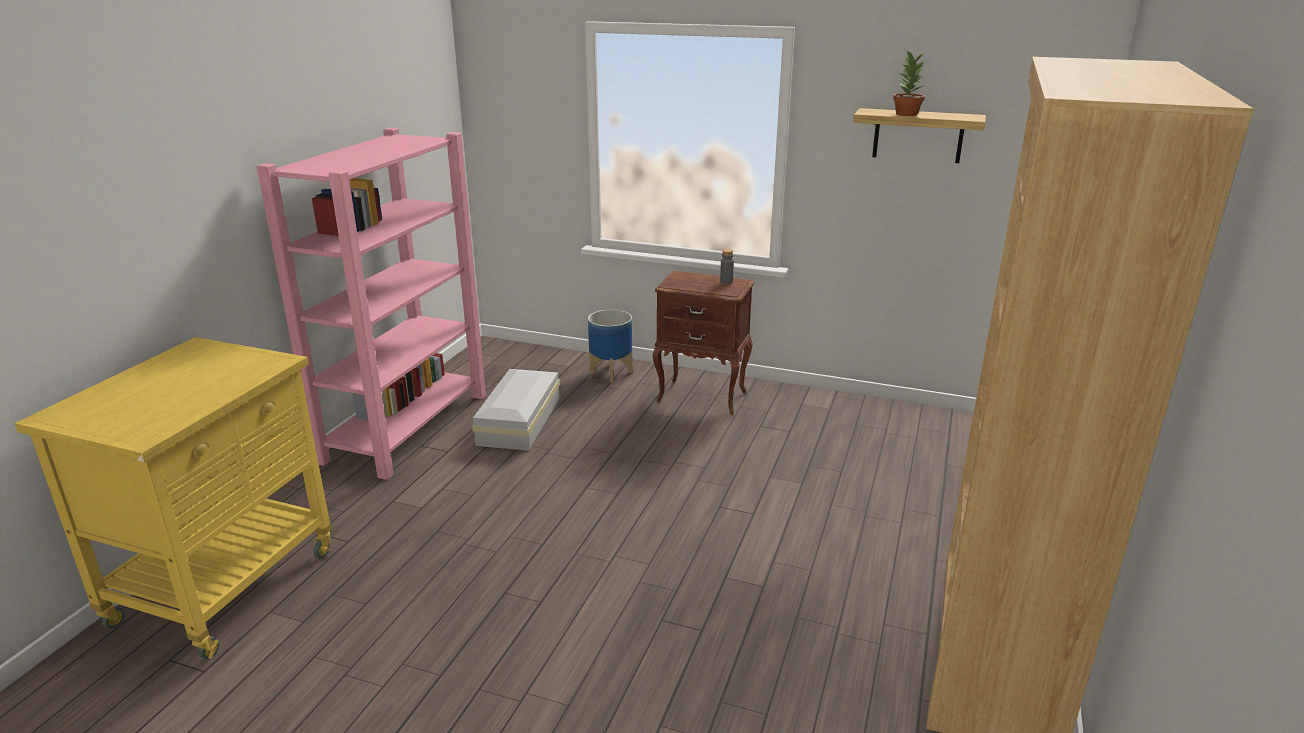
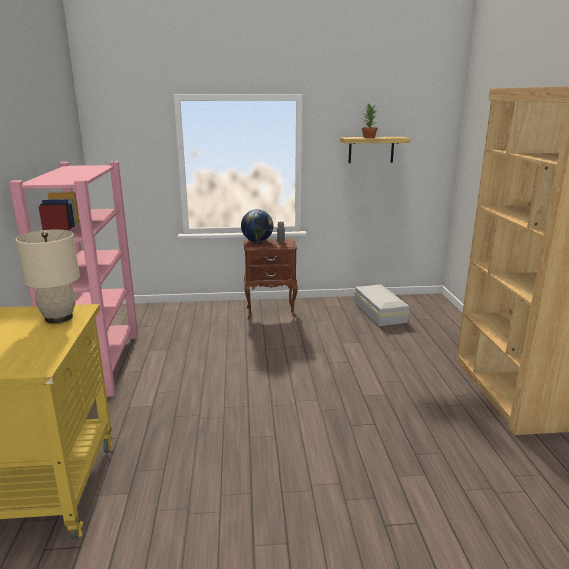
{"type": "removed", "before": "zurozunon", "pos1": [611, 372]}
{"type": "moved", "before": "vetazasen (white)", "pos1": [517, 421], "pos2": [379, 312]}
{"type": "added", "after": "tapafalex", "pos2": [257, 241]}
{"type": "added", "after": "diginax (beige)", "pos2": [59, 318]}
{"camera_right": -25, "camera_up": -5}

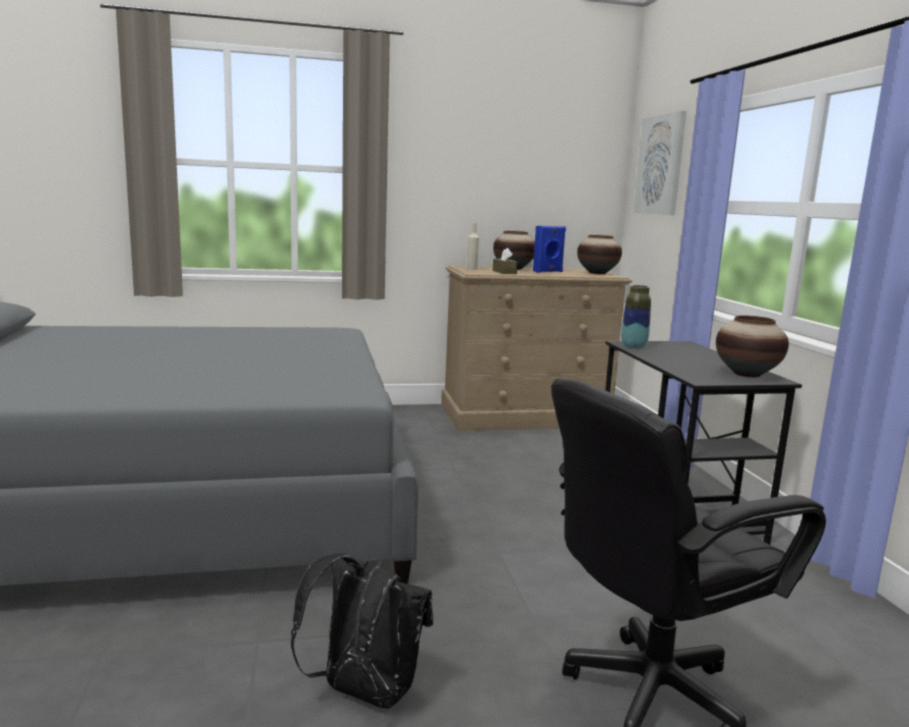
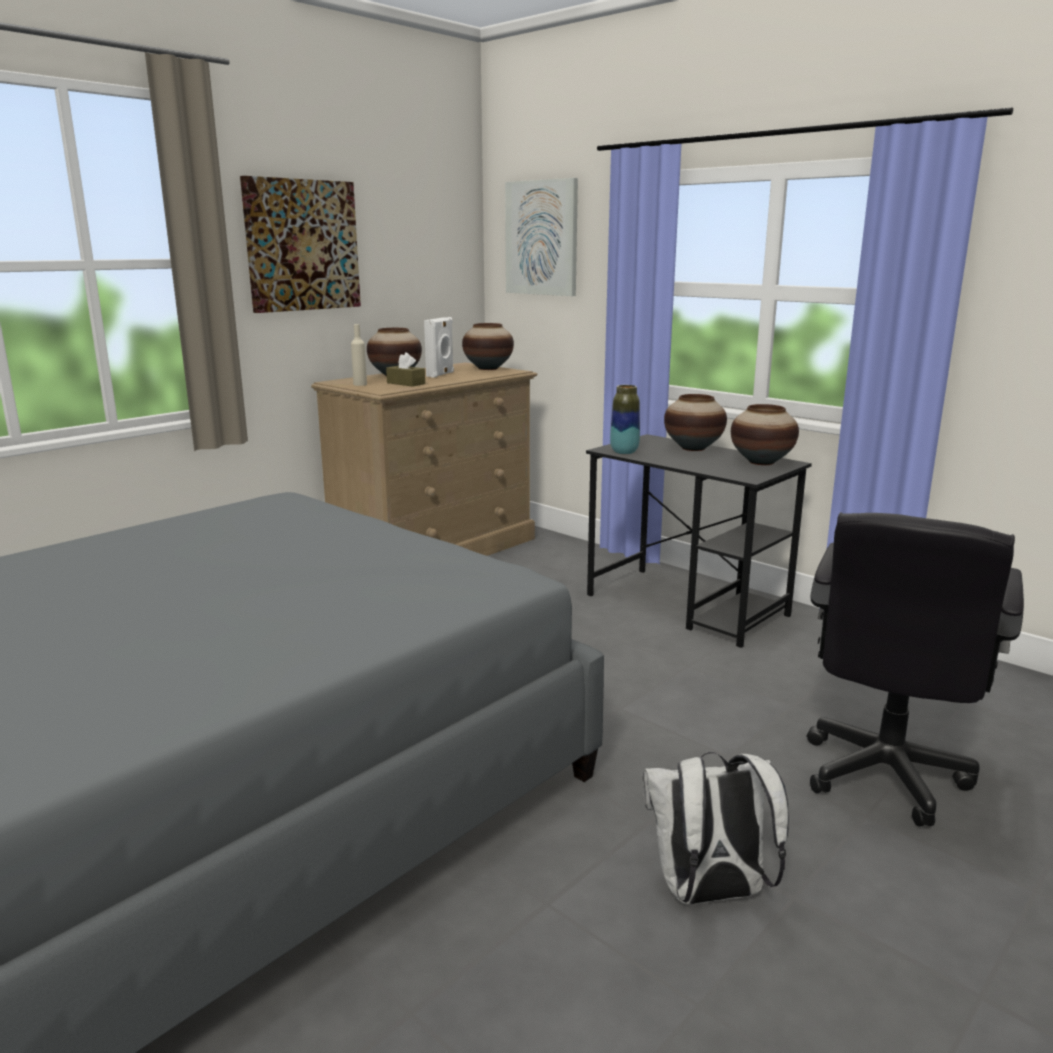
{"type": "recoloured", "before": "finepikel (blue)", "after": "finepikel (white)", "pos1": [548, 271], "pos2": [441, 374]}
{"type": "recoloured", "before": "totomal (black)", "after": "totomal (white)", "pos1": [363, 693], "pos2": [708, 894]}
{"type": "added", "after": "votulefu", "pos2": [302, 245]}
{"type": "added", "after": "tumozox", "pos2": [693, 448]}
{"camera_right": -35, "camera_up": 5}

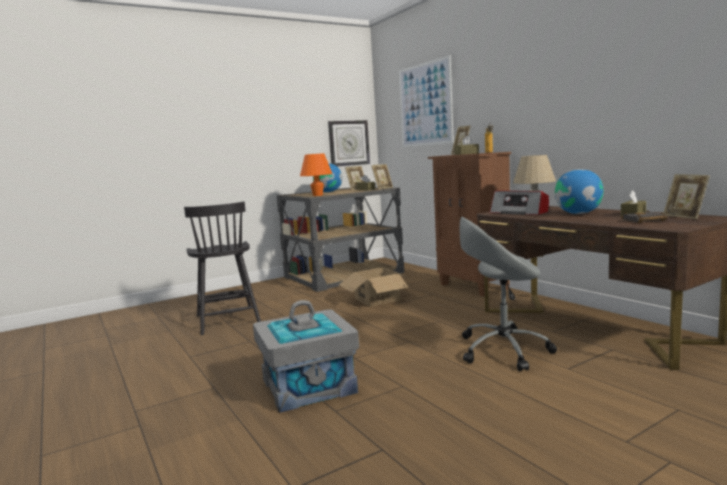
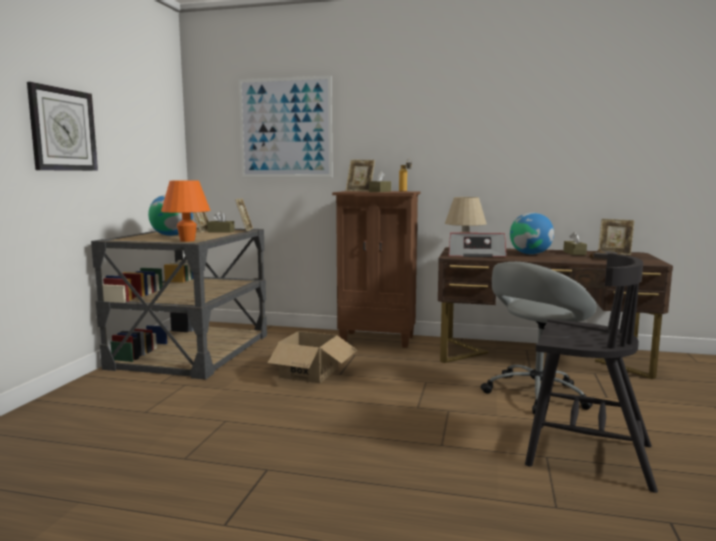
{"type": "moved", "before": "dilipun", "pos1": [349, 143], "pos2": [63, 129]}
{"type": "moved", "before": "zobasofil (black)", "pos1": [227, 319], "pos2": [586, 454]}
{"type": "removed", "before": "vetazasen (grey)", "pos1": [308, 385]}
{"camera_right": -45, "camera_up": 0}

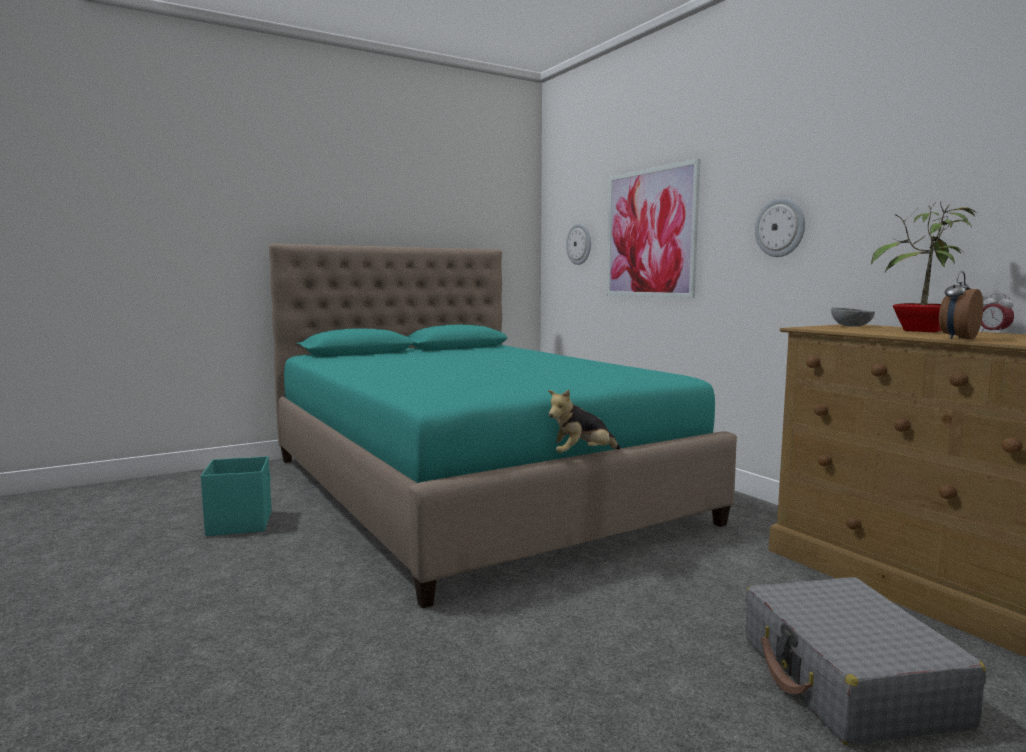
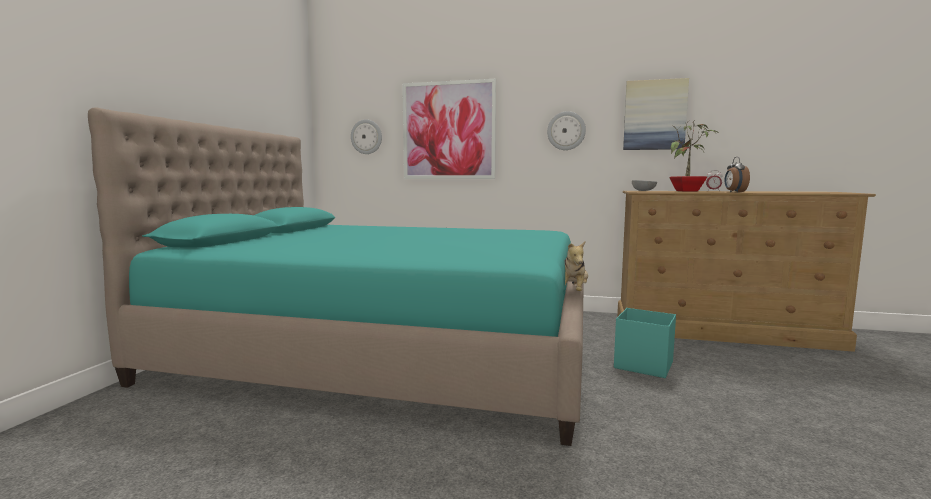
{"type": "moved", "before": "vetazasen (turquoise)", "pos1": [240, 523], "pos2": [642, 365]}
{"type": "removed", "before": "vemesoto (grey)", "pos1": [848, 681]}
{"type": "added", "after": "votulefu", "pos2": [654, 115]}
{"camera_right": -45, "camera_up": 0}

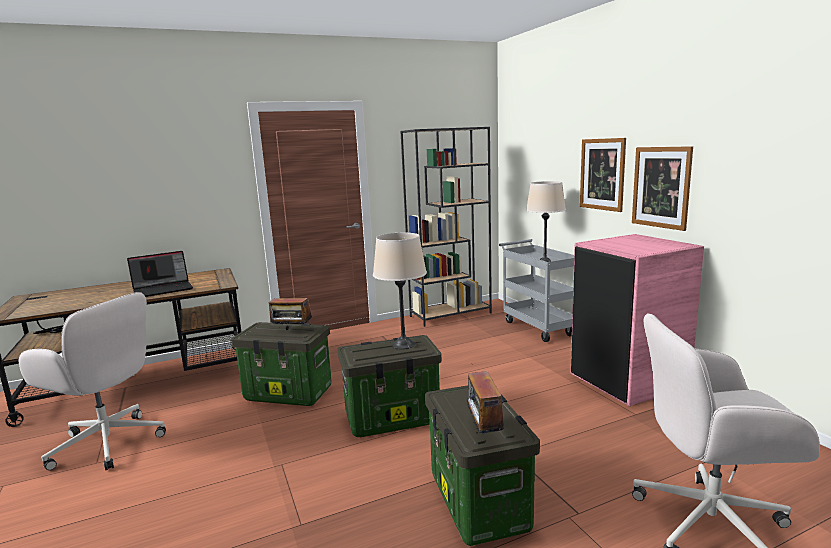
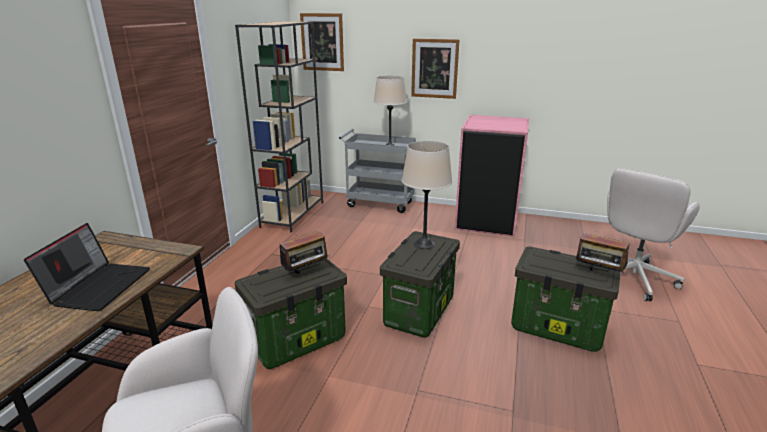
{"type": "moved", "before": "votulefu", "pos1": [661, 187], "pos2": [322, 42]}
{"camera_right": -50, "camera_up": 10}

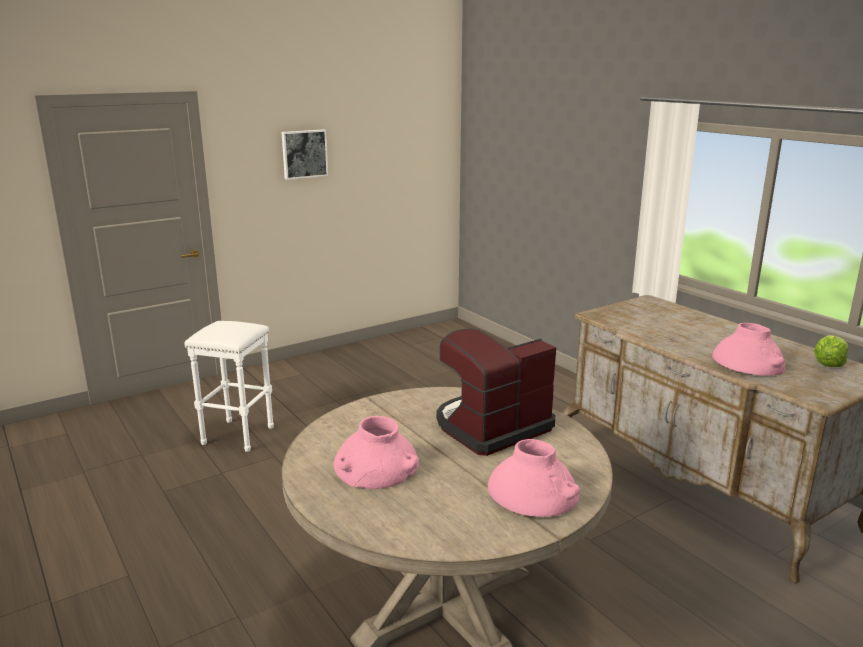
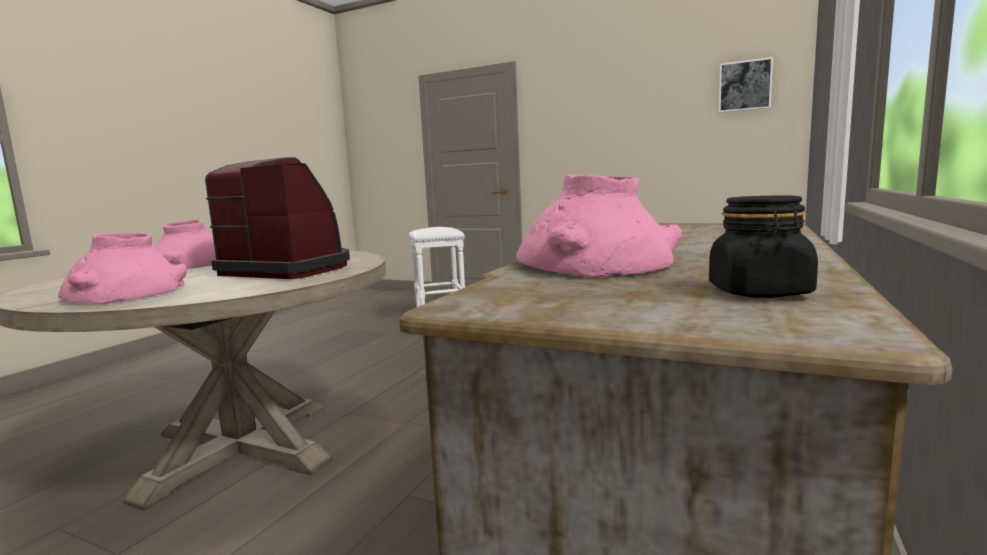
{"type": "moved", "before": "votulefu", "pos1": [304, 154], "pos2": [745, 86]}
{"type": "replaced", "before": "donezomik", "after": "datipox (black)", "pos1": [828, 364], "pos2": [759, 292]}
{"camera_right": 60, "camera_up": -10}

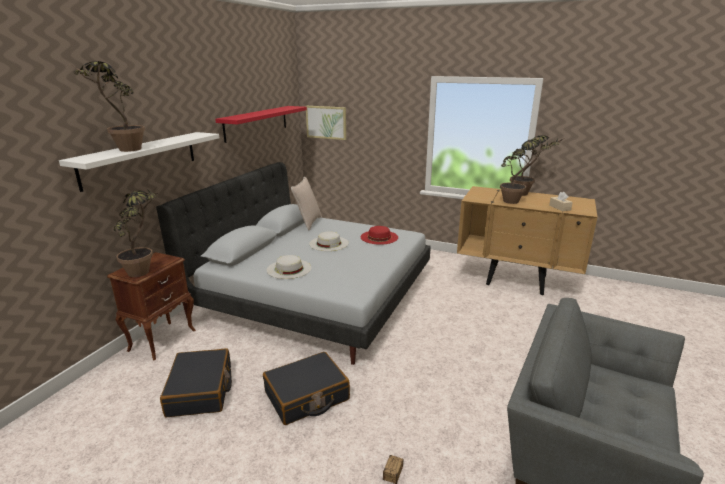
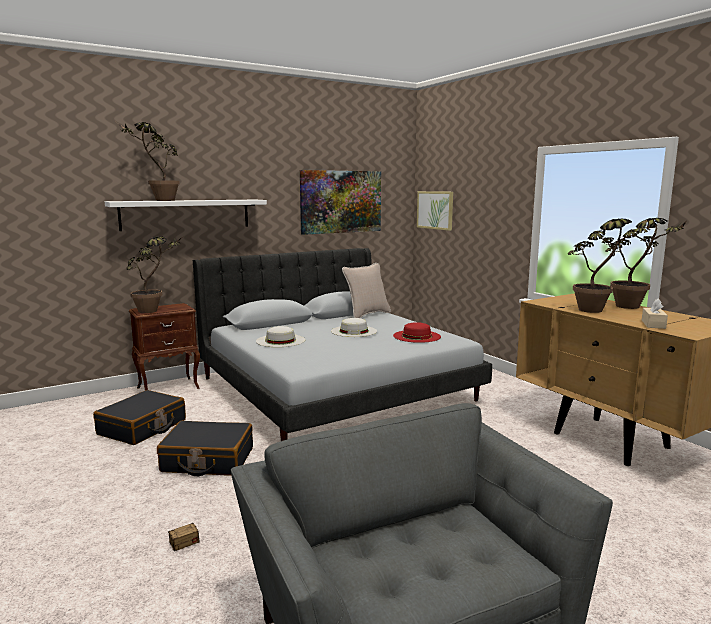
{"type": "replaced", "before": "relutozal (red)", "after": "votulefu", "pos1": [256, 123], "pos2": [341, 202]}
{"camera_right": 35, "camera_up": -10}

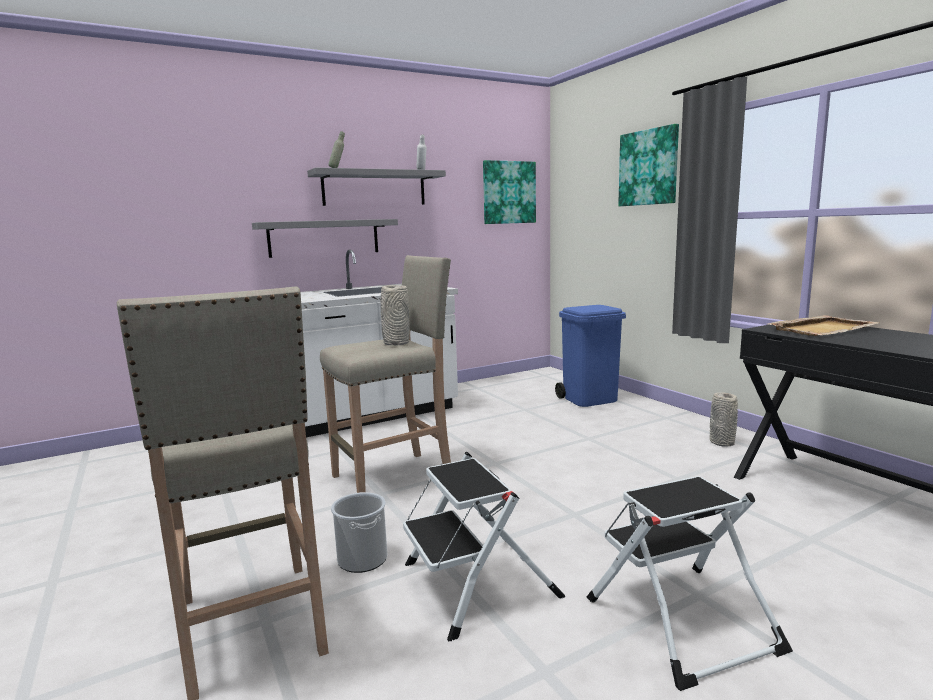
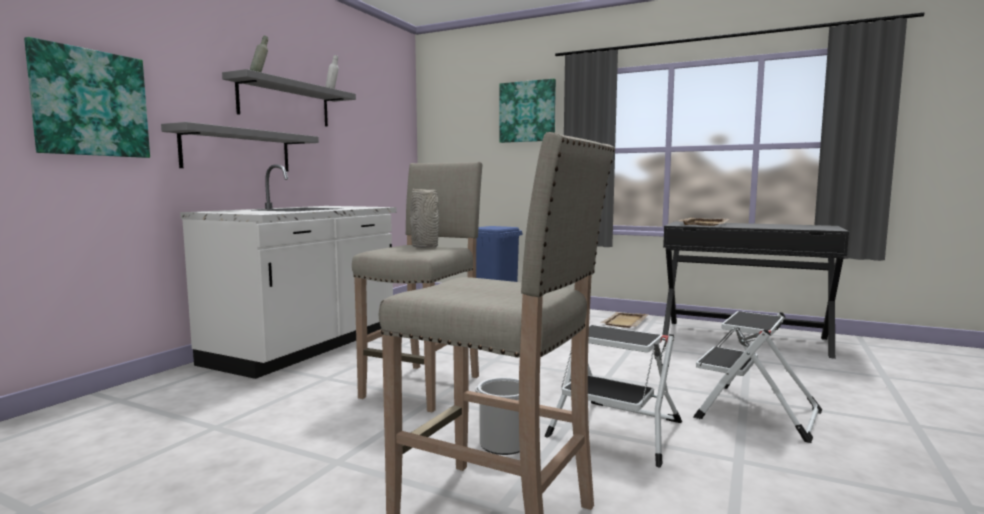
{"type": "moved", "before": "votulefu", "pos1": [508, 192], "pos2": [90, 103]}
{"type": "replaced", "before": "tumozox (grey)", "after": "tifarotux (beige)", "pos1": [722, 443], "pos2": [624, 322]}
{"camera_right": -35, "camera_up": -5}

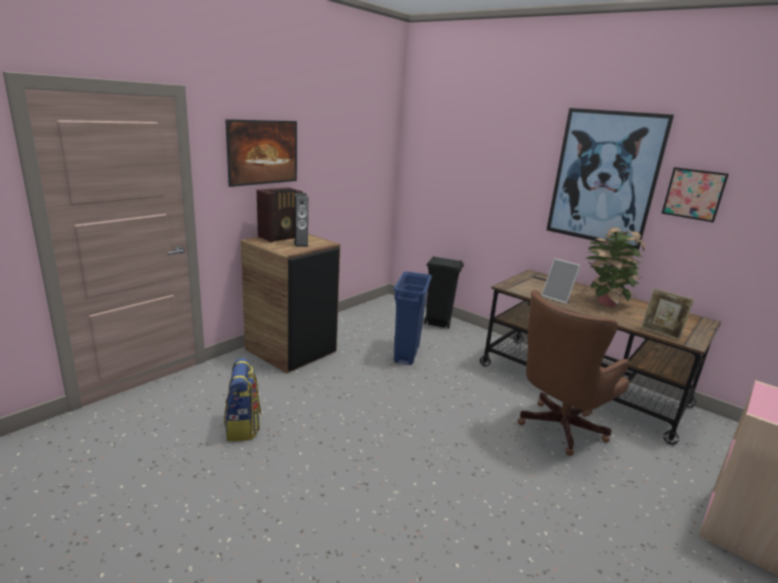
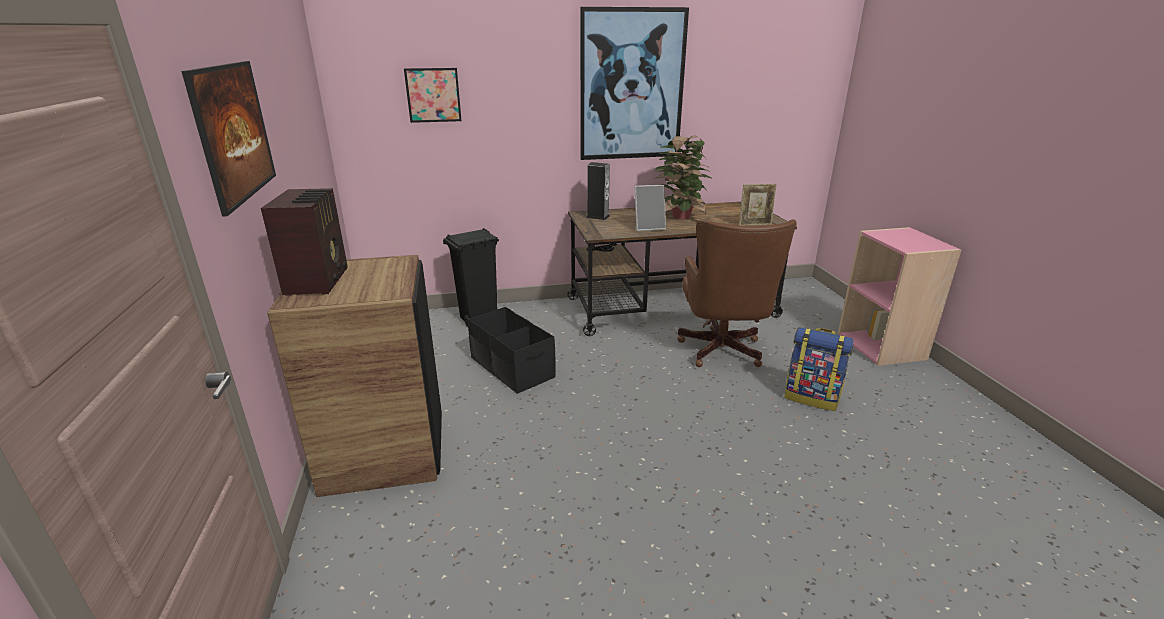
{"type": "moved", "before": "votulefu", "pos1": [693, 194], "pos2": [433, 95]}
{"type": "moved", "before": "finepikel", "pos1": [301, 244], "pos2": [598, 216]}
{"type": "replaced", "before": "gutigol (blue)", "after": "vetazasen (black)", "pos1": [407, 354], "pos2": [511, 368]}
{"type": "moved", "before": "totomal", "pos1": [243, 427], "pos2": [812, 397]}
{"camera_right": -50, "camera_up": 5}

